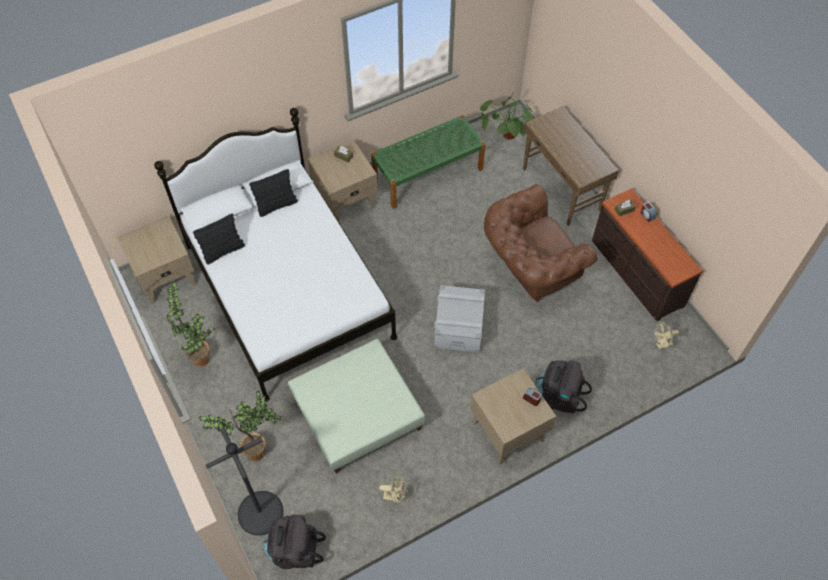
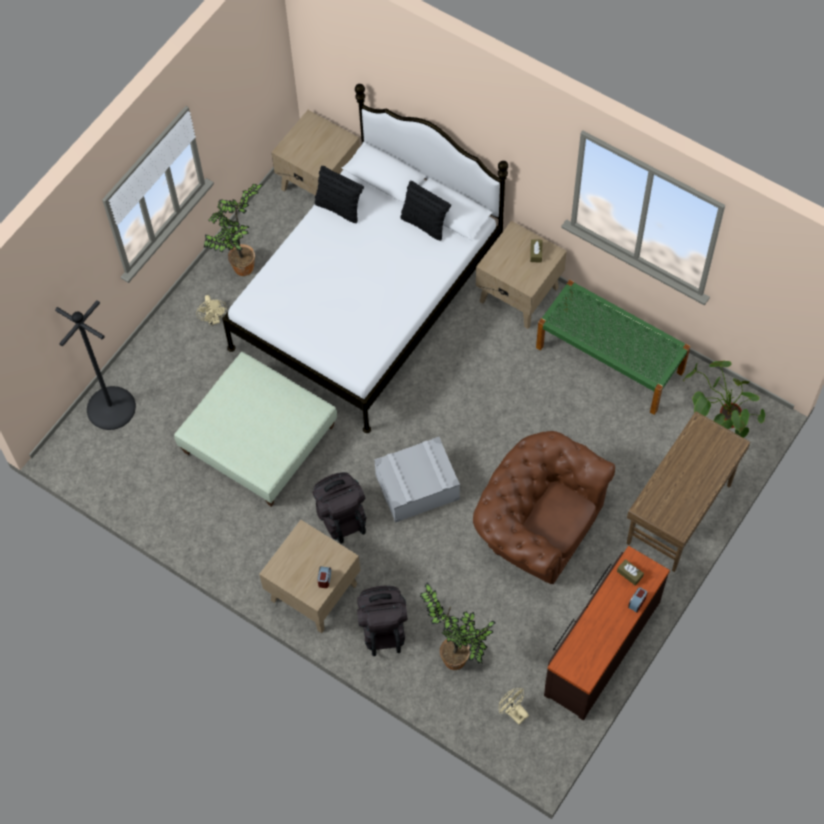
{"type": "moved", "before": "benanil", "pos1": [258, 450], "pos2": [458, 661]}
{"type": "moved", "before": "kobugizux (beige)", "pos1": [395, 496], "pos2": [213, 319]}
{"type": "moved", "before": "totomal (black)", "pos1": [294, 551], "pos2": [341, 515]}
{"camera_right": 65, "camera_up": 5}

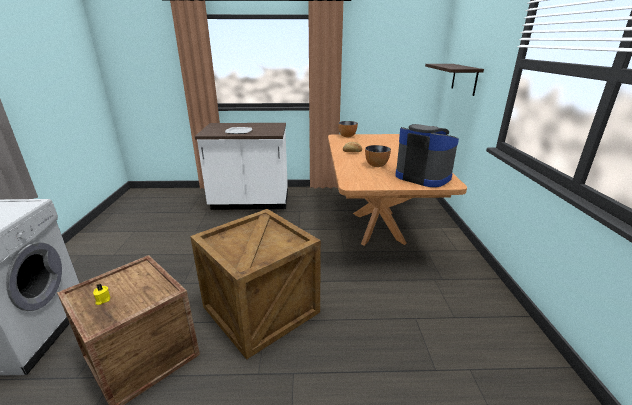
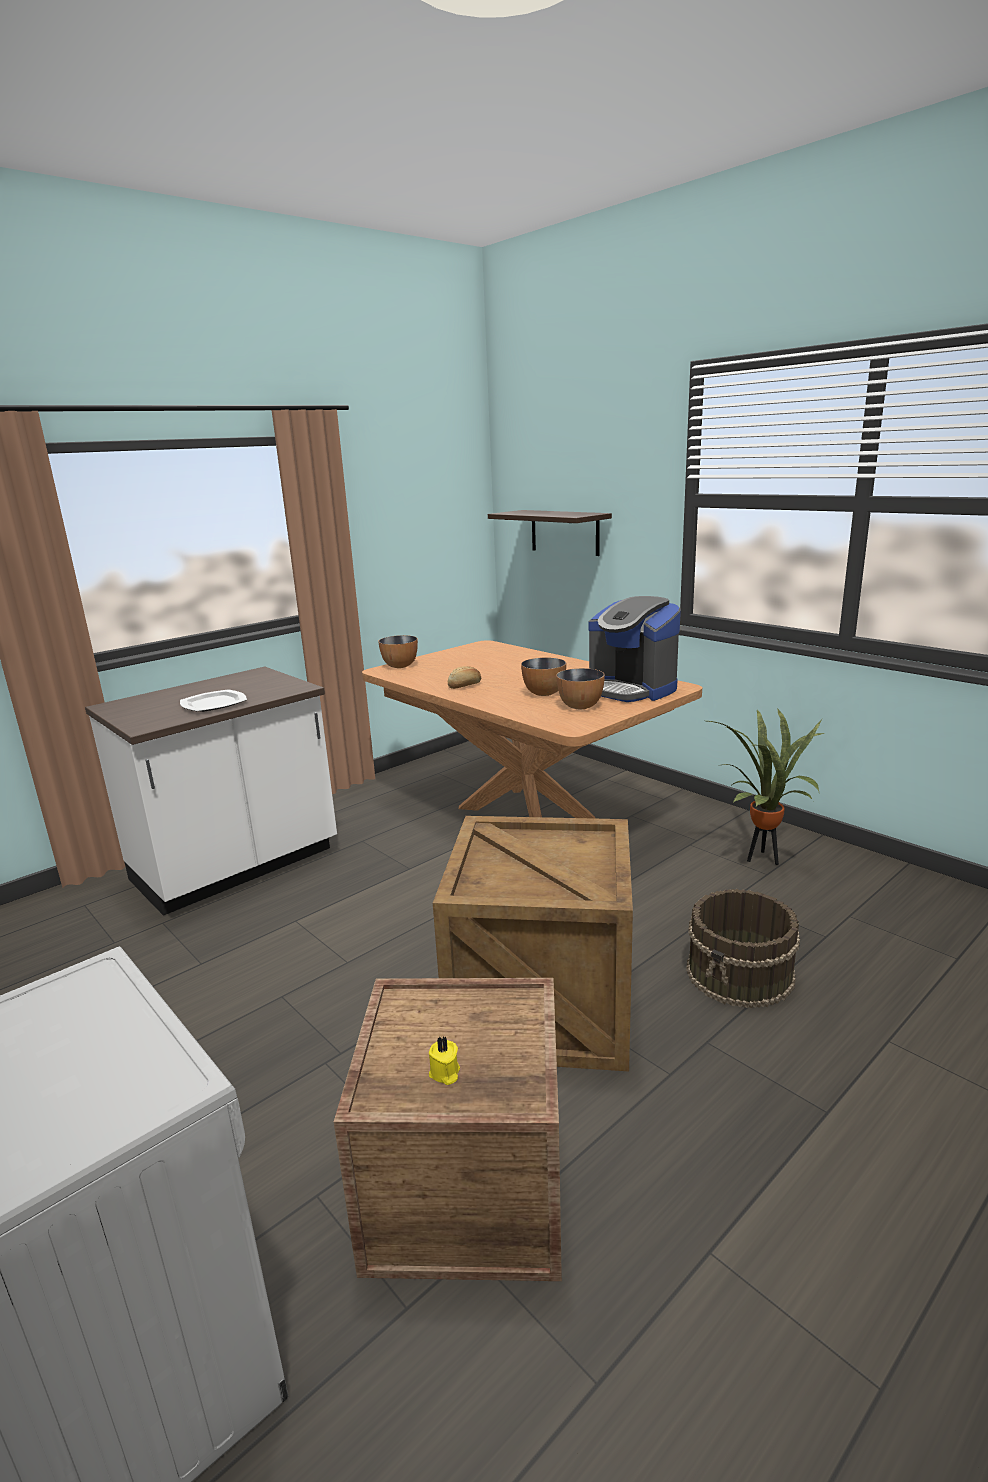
{"type": "turned", "before": "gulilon", "pos1": [422, 177], "pos2": [631, 689], "turn": -135}
{"type": "added", "after": "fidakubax", "pos2": [580, 706]}
{"type": "added", "after": "benanil", "pos2": [760, 859]}
{"type": "added", "after": "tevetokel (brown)", "pos2": [741, 973]}
{"camera_right": -40, "camera_up": -5}

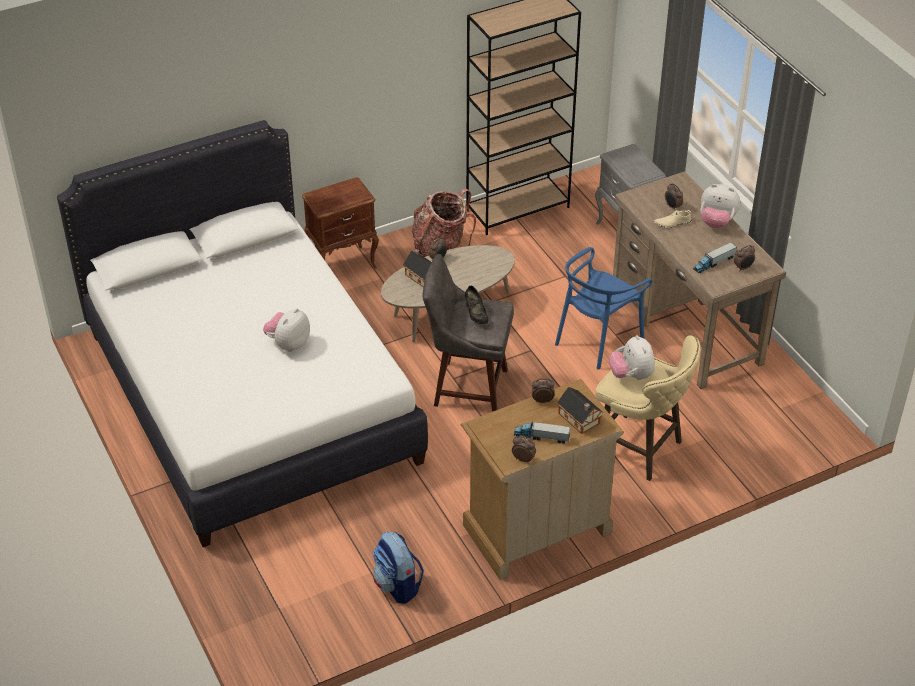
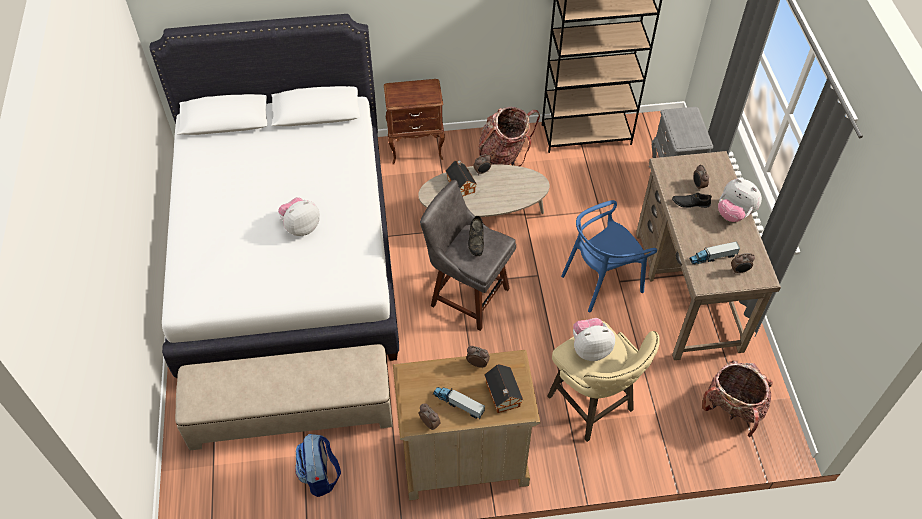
{"type": "recoloured", "before": "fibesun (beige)", "after": "fibesun (black)", "pos1": [672, 223], "pos2": [690, 203]}
{"type": "turned", "before": "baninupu", "pos1": [631, 375], "pos2": [590, 348], "turn": 75}
{"type": "added", "after": "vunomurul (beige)", "pos2": [292, 410]}
{"type": "added", "after": "totomal", "pos2": [732, 408]}
{"camera_right": 20, "camera_up": 10}

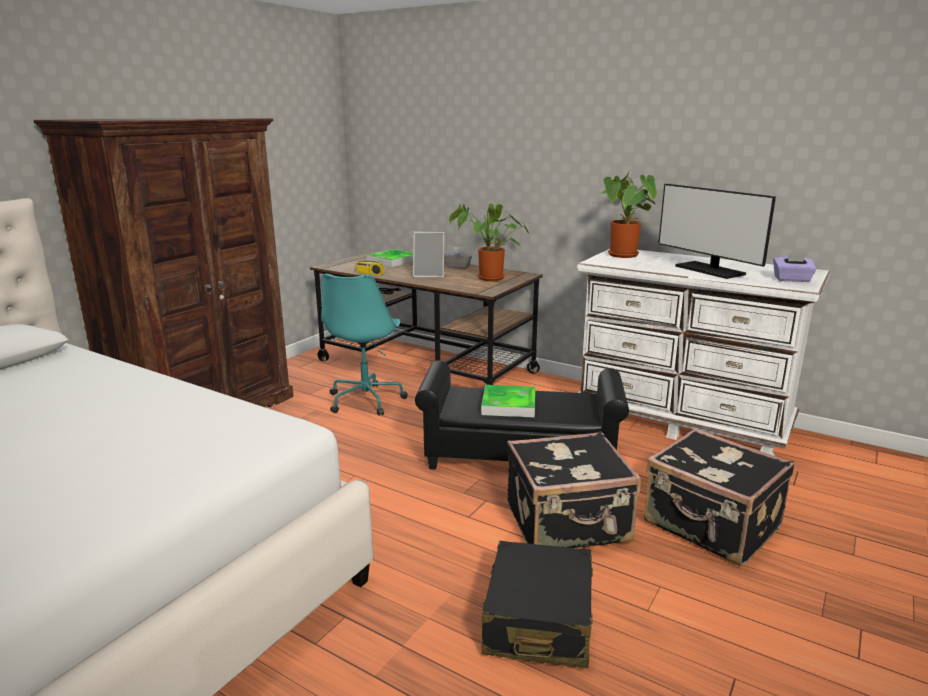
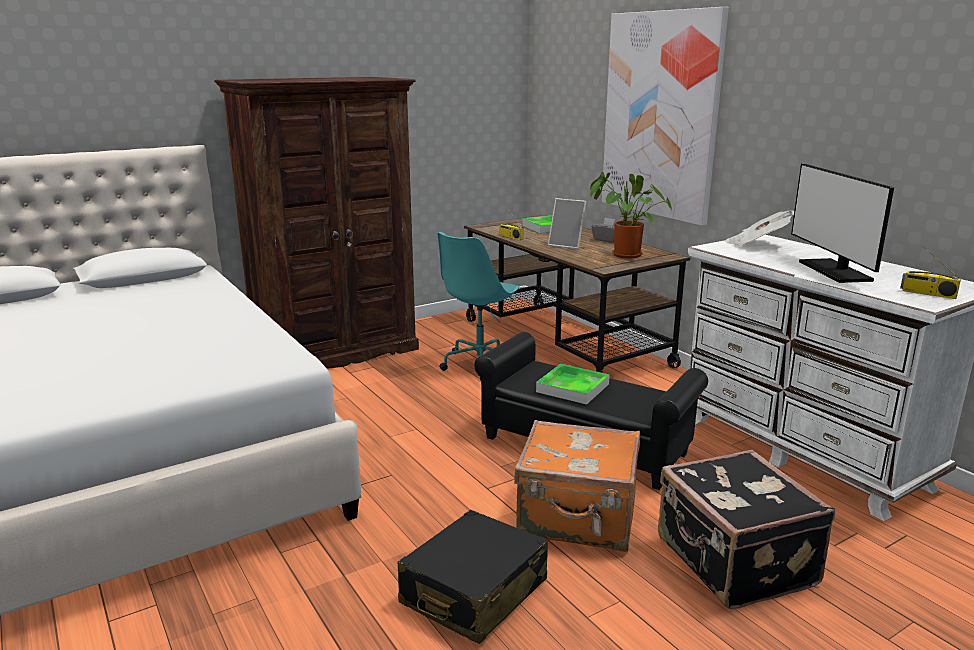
{"type": "replaced", "before": "benanil", "after": "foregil", "pos1": [625, 256], "pos2": [757, 244]}
{"type": "replaced", "before": "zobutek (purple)", "after": "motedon", "pos1": [792, 279], "pos2": [927, 293]}
{"type": "recoloured", "before": "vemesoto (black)", "after": "vemesoto (orange)", "pos1": [568, 524], "pos2": [578, 519]}
{"type": "added", "after": "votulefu", "pos2": [660, 115]}
{"camera_right": 25, "camera_up": 0}

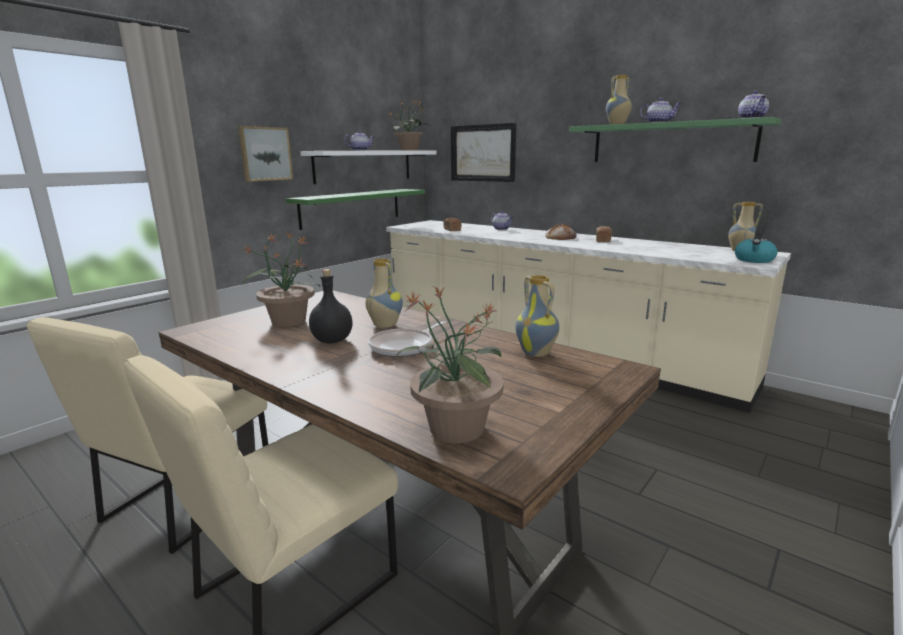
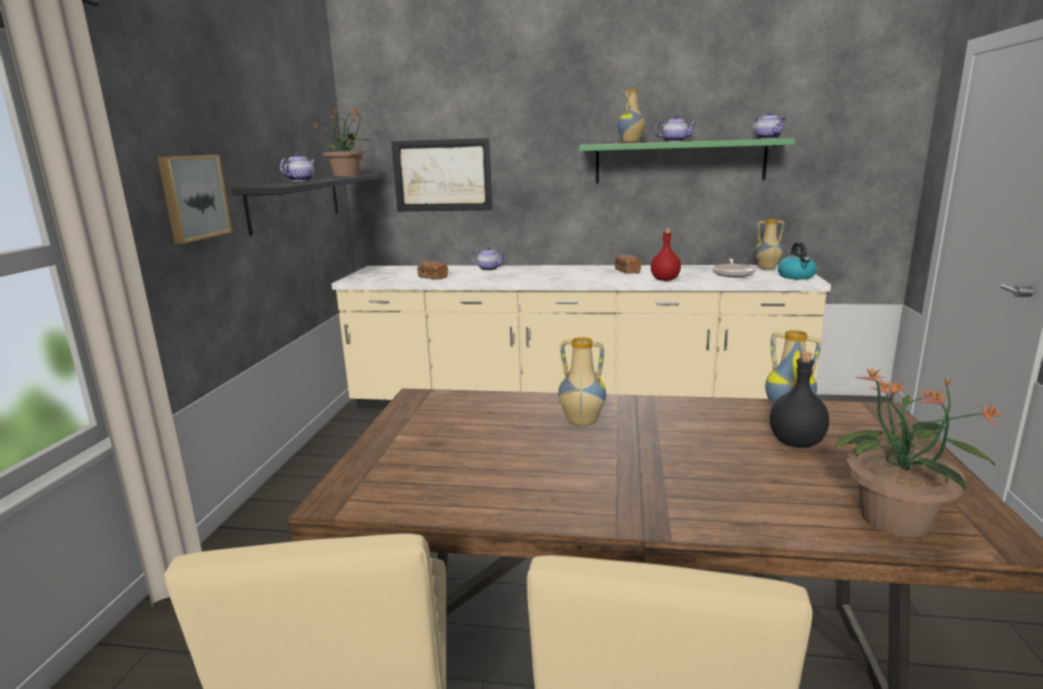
{"type": "recoloured", "before": "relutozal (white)", "after": "relutozal (black)", "pos1": [364, 166], "pos2": [296, 201]}
{"type": "removed", "before": "relutozal (green)", "pos1": [351, 207]}
{"type": "removed", "before": "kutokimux", "pos1": [560, 237]}
{"type": "removed", "before": "benanil", "pos1": [288, 321]}
{"type": "moved", "before": "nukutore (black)", "pos1": [333, 340], "pos2": [796, 442]}
{"type": "moved", "before": "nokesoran", "pos1": [404, 346], "pos2": [733, 273]}
{"type": "added", "after": "nukutore (red)", "pos2": [665, 280]}
{"camera_right": -30, "camera_up": 0}

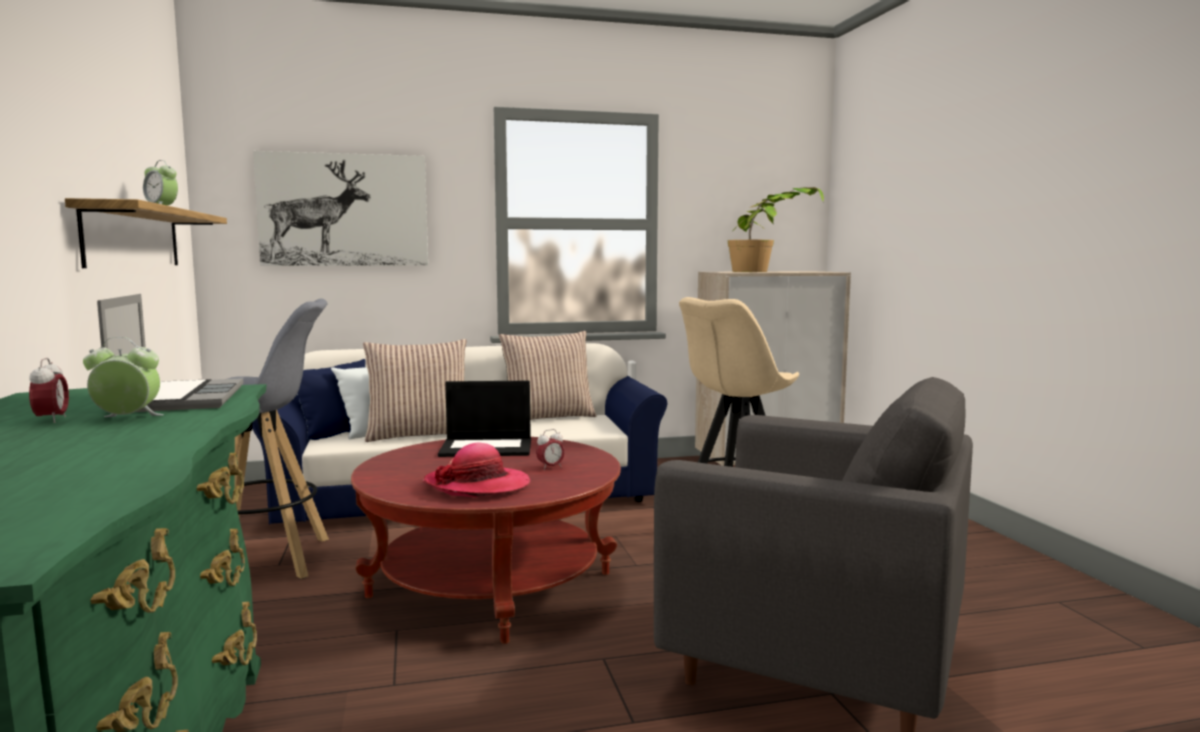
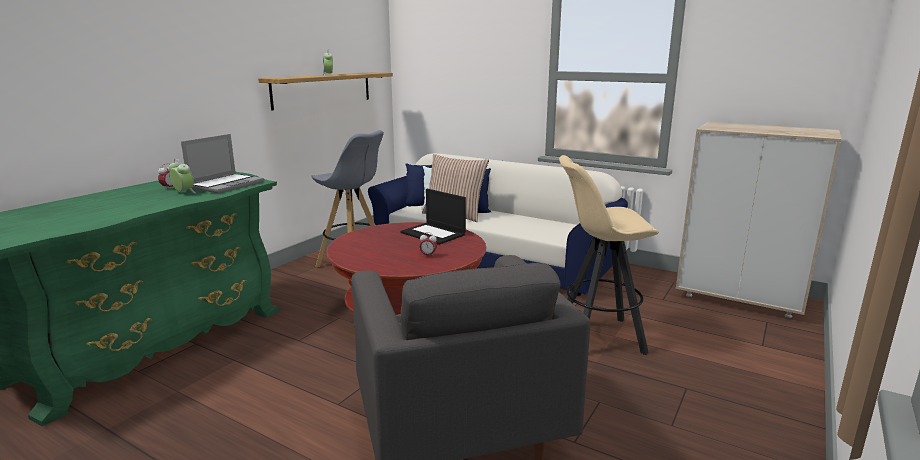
{"type": "removed", "before": "votulefu", "pos1": [344, 210]}
{"type": "removed", "before": "benanil", "pos1": [768, 271]}
{"type": "removed", "before": "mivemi", "pos1": [548, 417]}
{"type": "removed", "before": "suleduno", "pos1": [478, 485]}
{"camera_right": 45, "camera_up": 10}

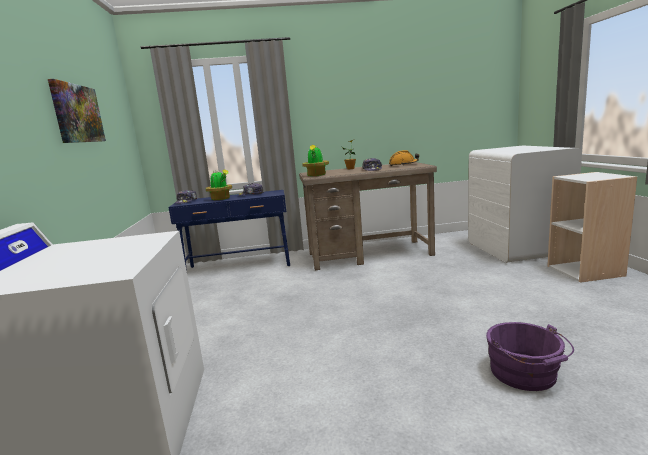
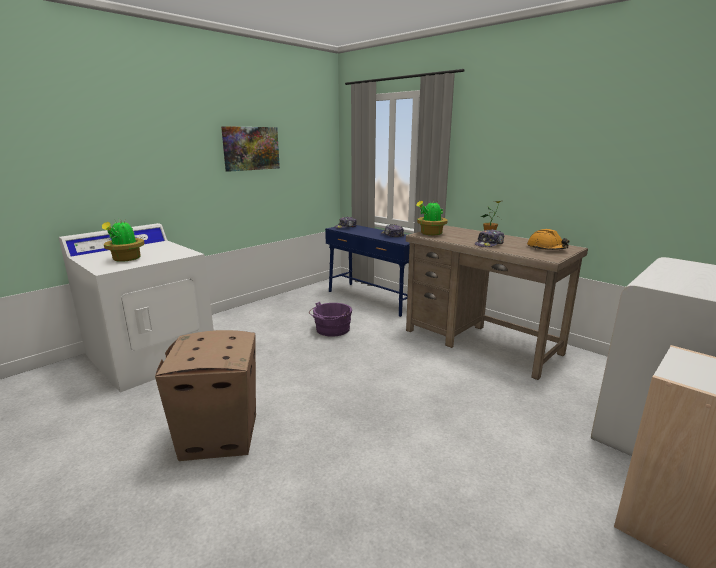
{"type": "moved", "before": "benanil", "pos1": [221, 199], "pos2": [126, 259]}
{"type": "moved", "before": "tevetokel (purple)", "pos1": [525, 374], "pos2": [331, 330]}
{"type": "added", "after": "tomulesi", "pos2": [219, 437]}
{"camera_right": 50, "camera_up": 5}

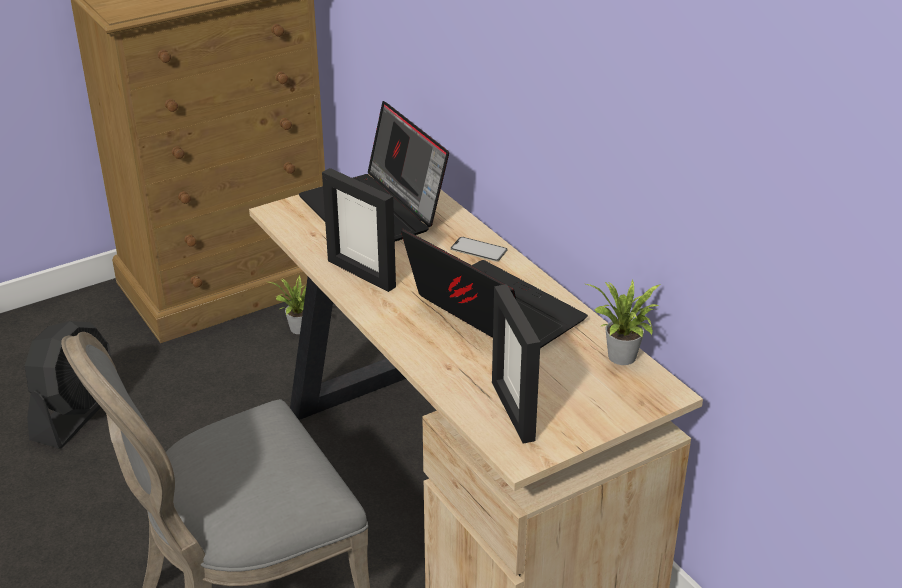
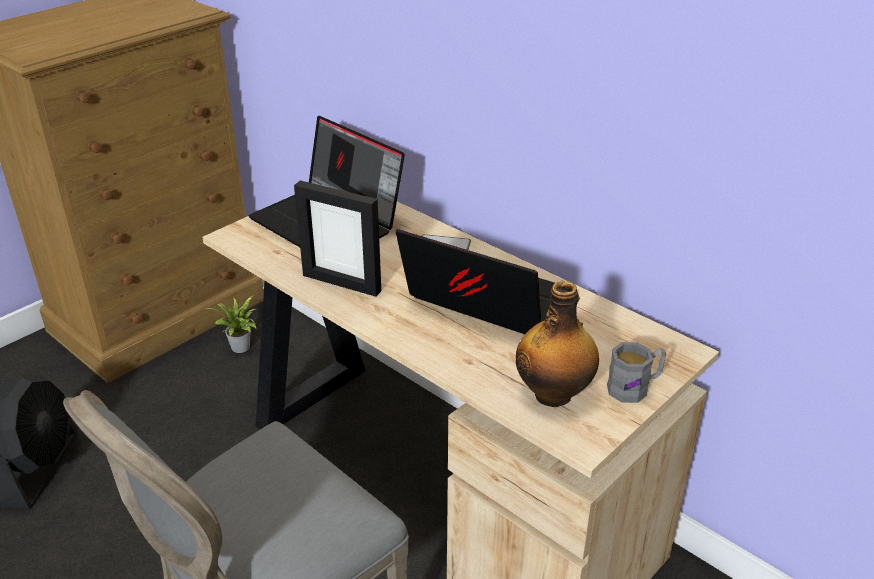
{"type": "removed", "before": "benanil", "pos1": [621, 359]}
{"type": "replaced", "before": "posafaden", "after": "nukutore", "pos1": [515, 410], "pos2": [554, 394]}
{"type": "added", "after": "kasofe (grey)", "pos2": [635, 387]}
{"camera_right": -15, "camera_up": 0}

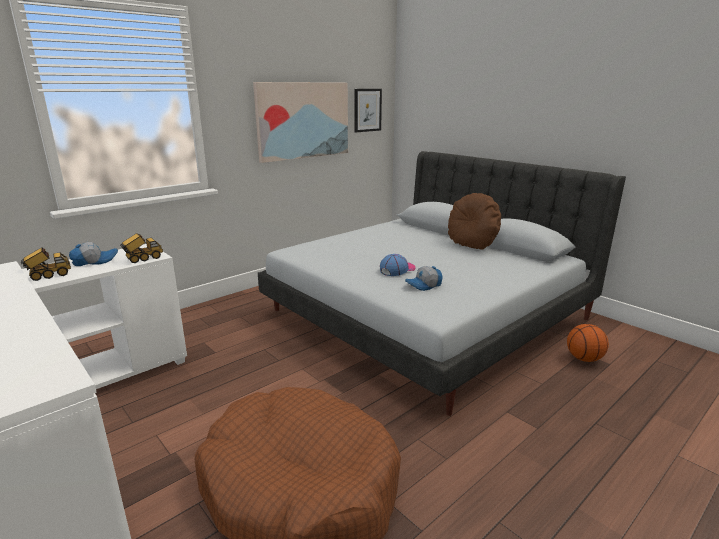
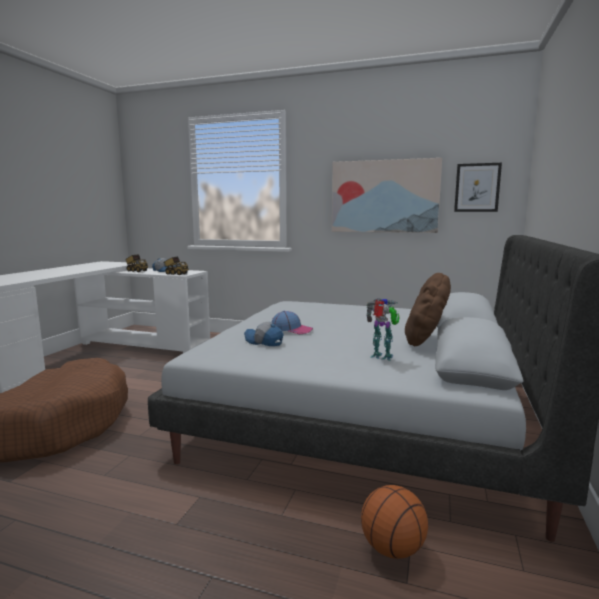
{"type": "added", "after": "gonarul", "pos2": [382, 357]}
{"camera_right": 60, "camera_up": -10}

